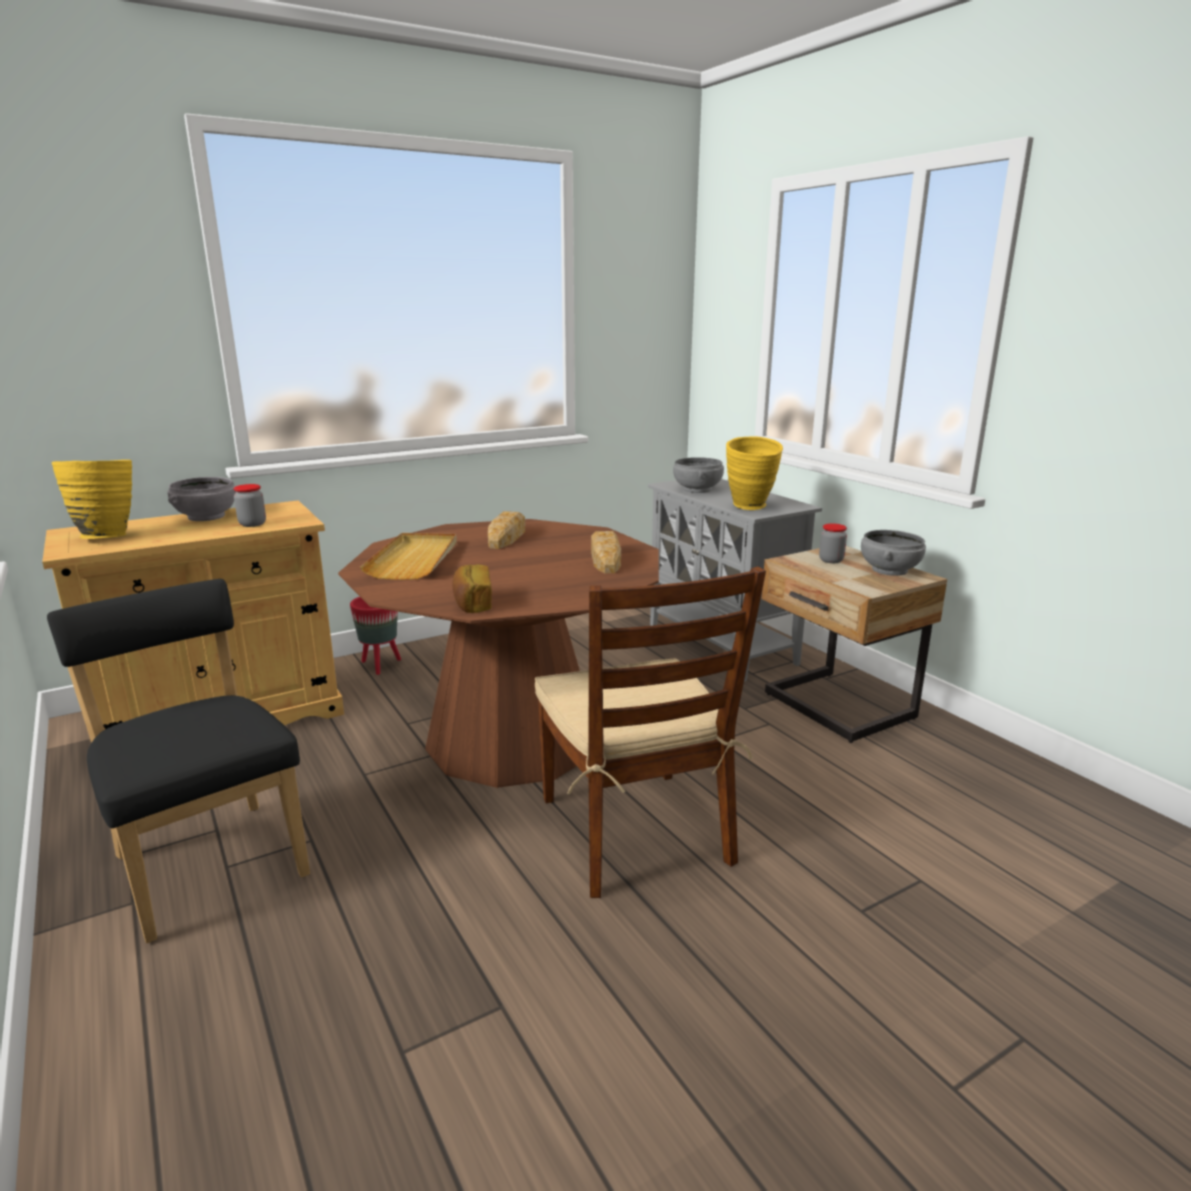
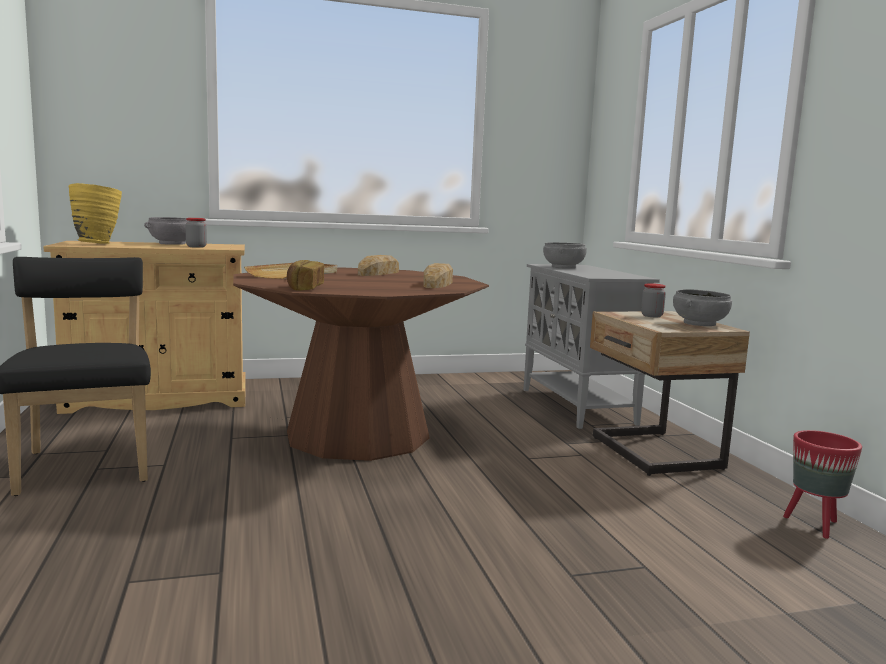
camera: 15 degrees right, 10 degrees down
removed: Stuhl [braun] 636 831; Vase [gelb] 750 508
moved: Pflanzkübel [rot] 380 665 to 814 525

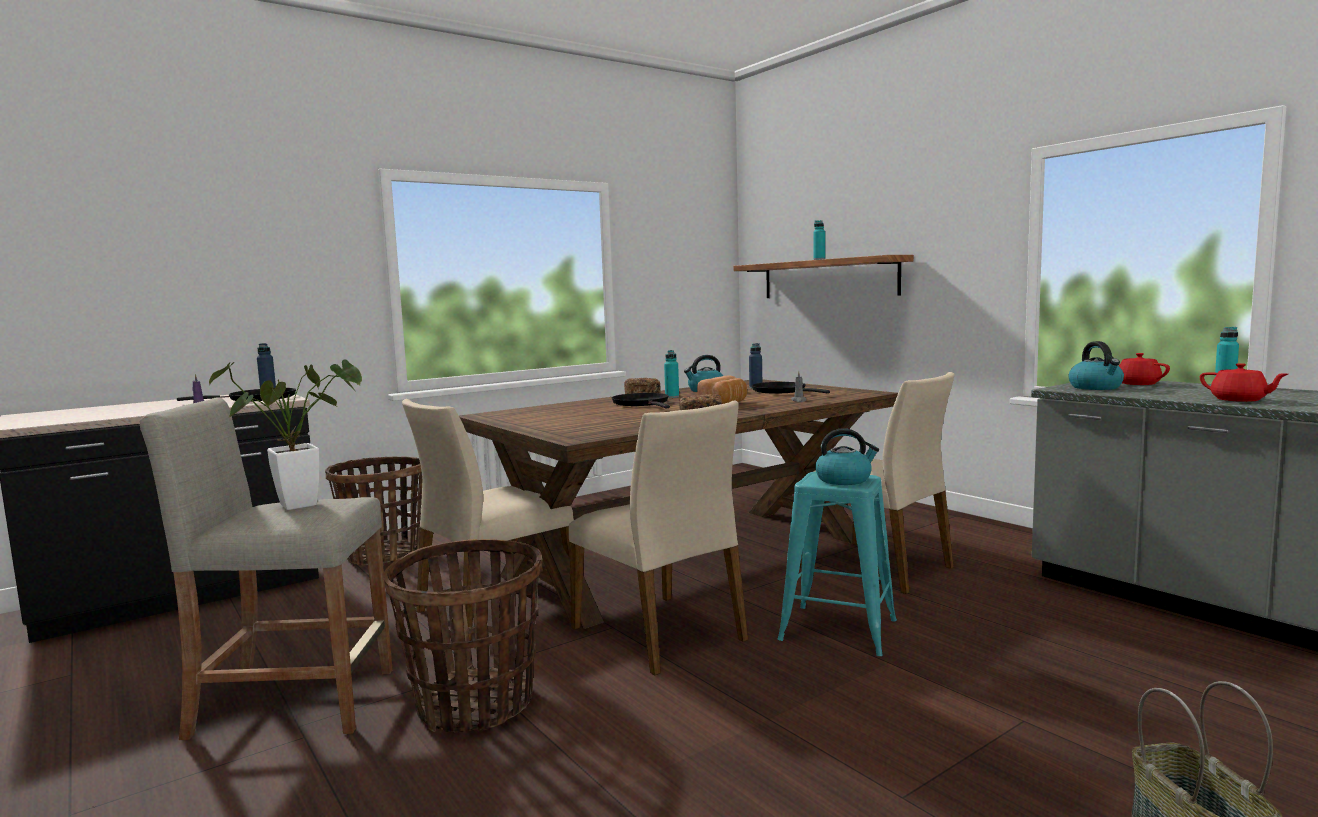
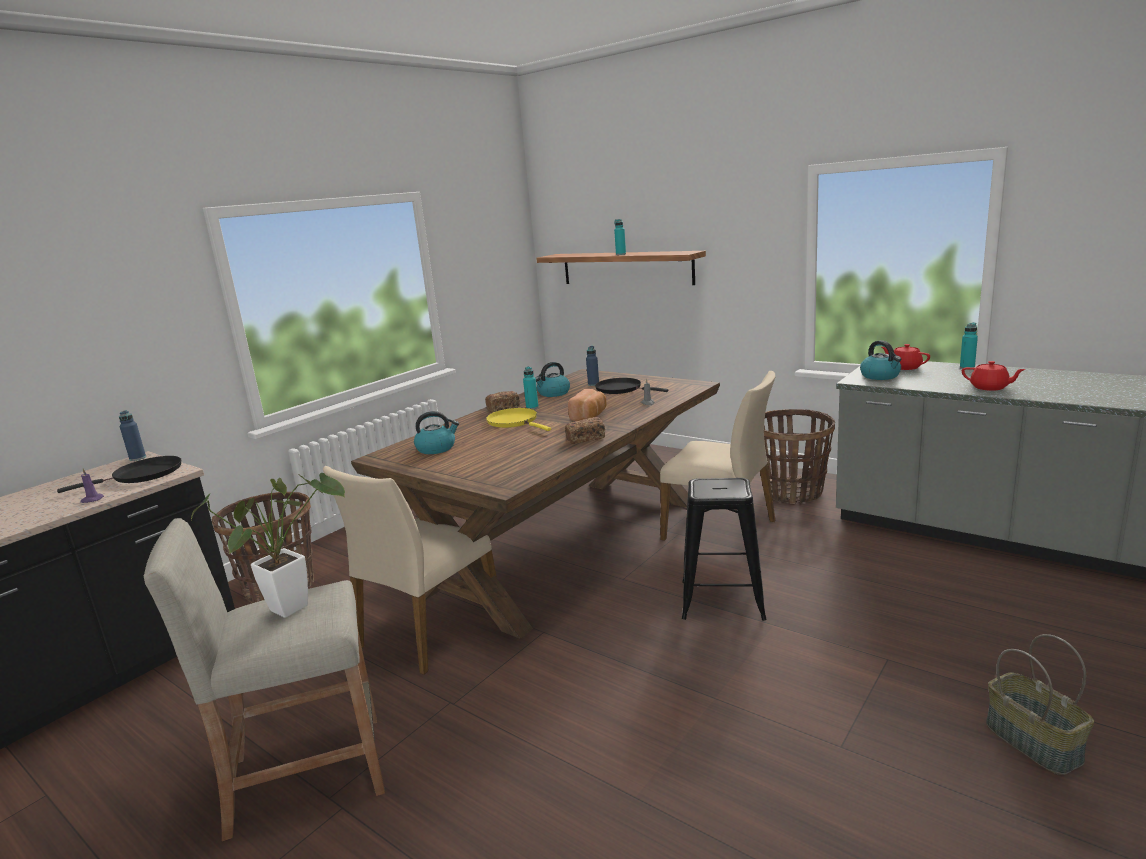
camera: 15 degrees left, 10 degrees up
removed: Stuhl [beige] 661 633
moved: Wasserkessel 844 480 to 436 448; Korb 475 704 to 793 492
recoloured: Pfanne [schwarz] 642 404 to Pfanne [gelb] 515 422; Hocker [türkis] 838 630 to Hocker [schwarz] 722 600

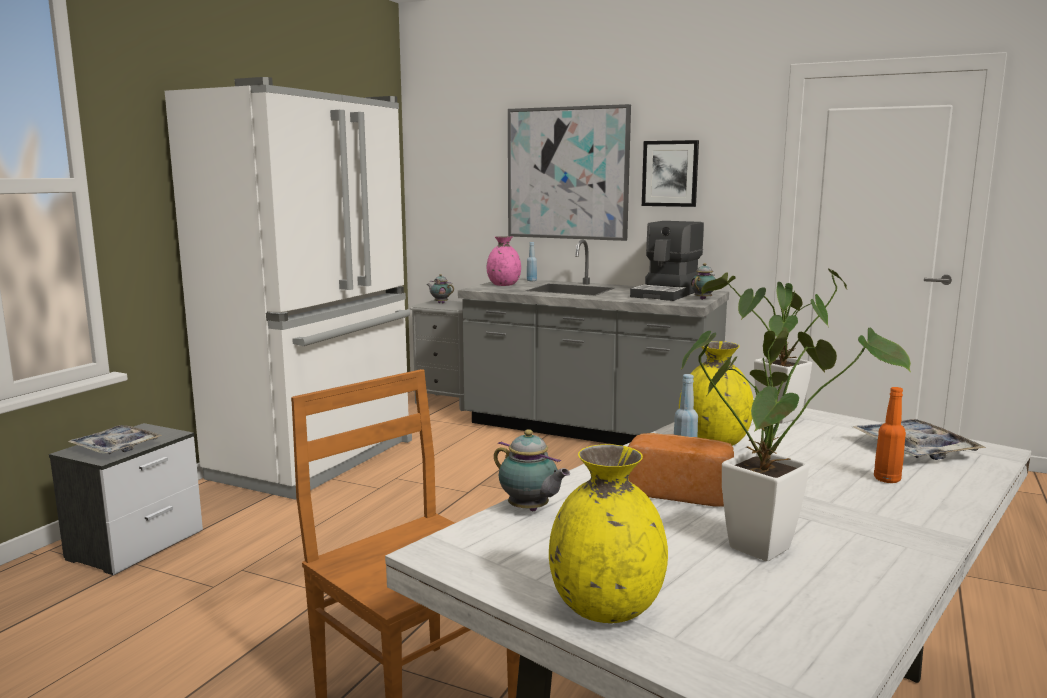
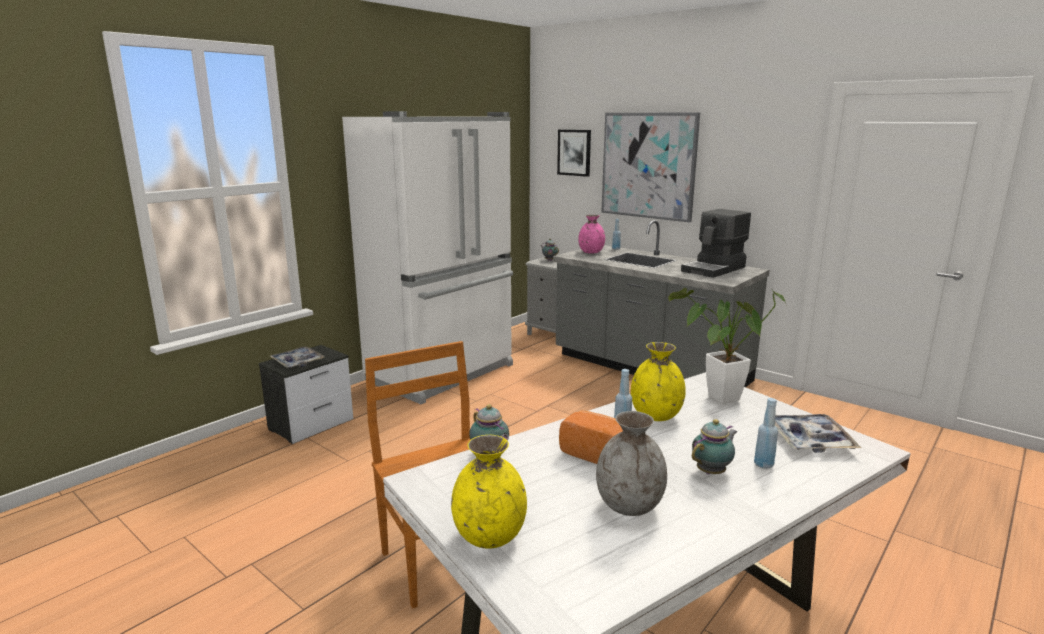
camera: 15 degrees right, 5 degrees up
moved: Bild 670 173 to 574 152; Teekanne 703 299 to 712 472
replaced: Topfpflanze 768 544 to Vase [grau] 630 506
recoloured: Flasche [orange] 887 479 to Flasche [blau] 763 464

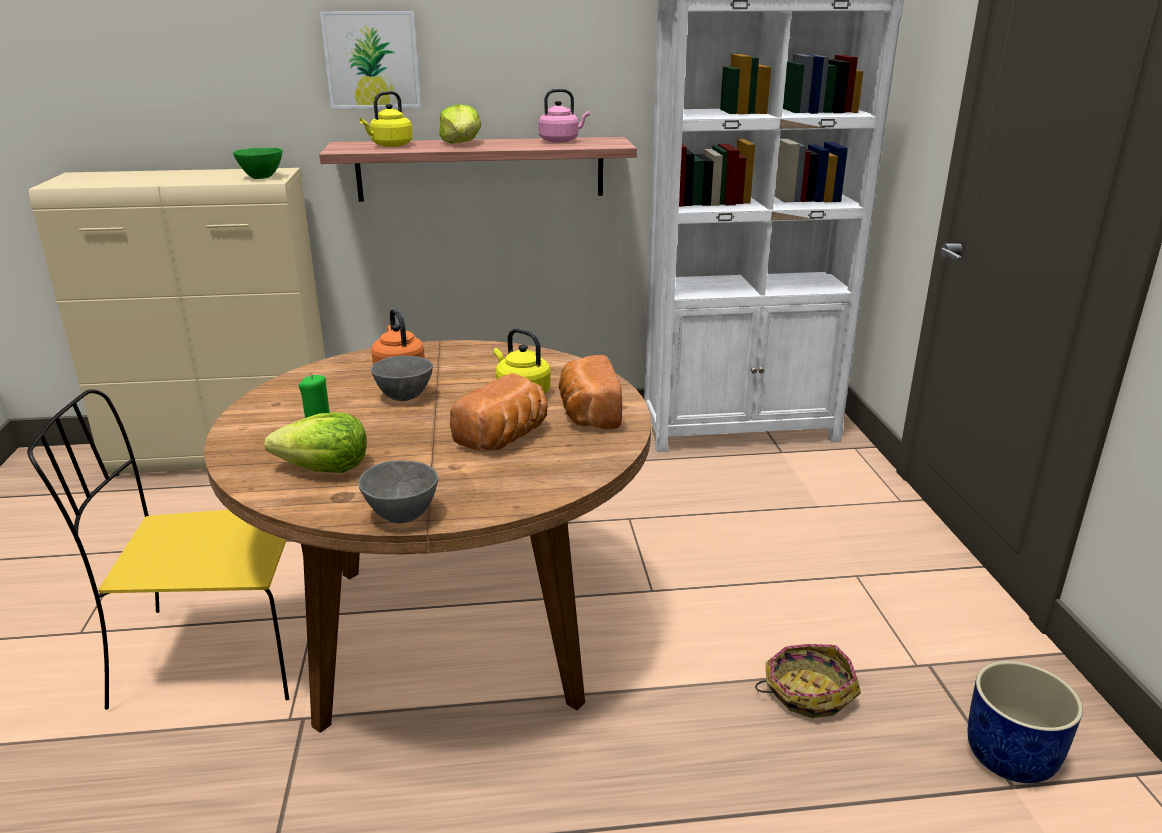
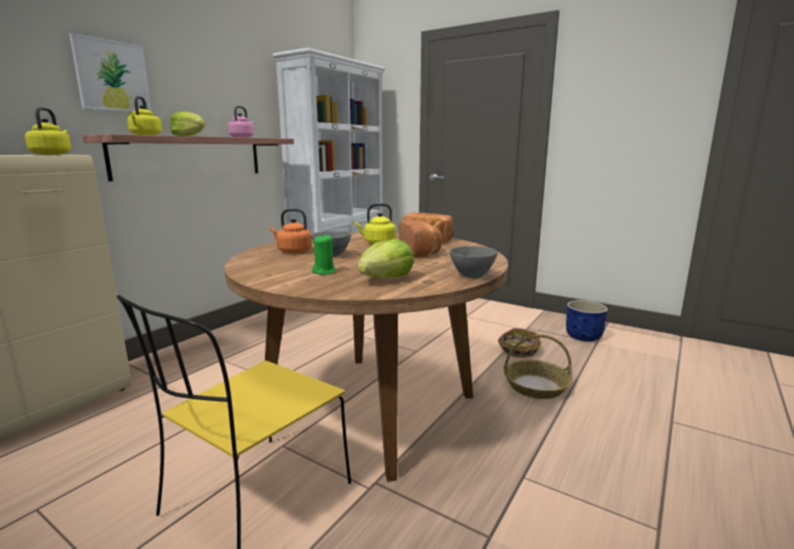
camera: 50 degrees left, 10 degrees down
added: Korb 535 386
replaced: Schüssel [grün] 261 177 to Wasserkessel [gelb] 52 154

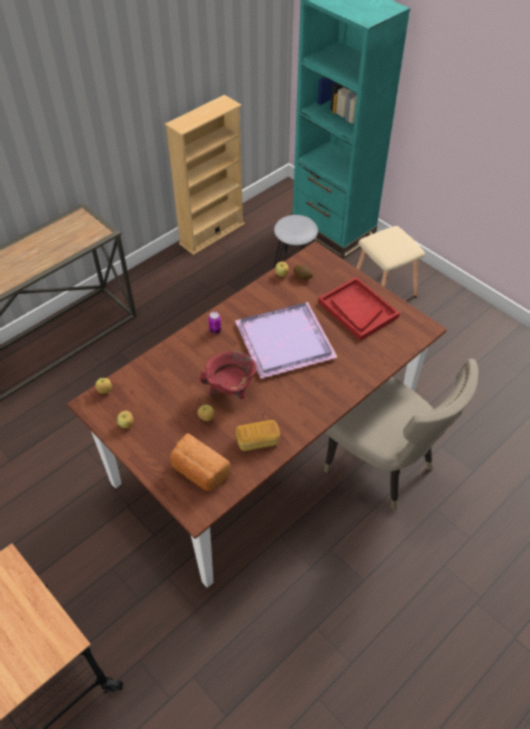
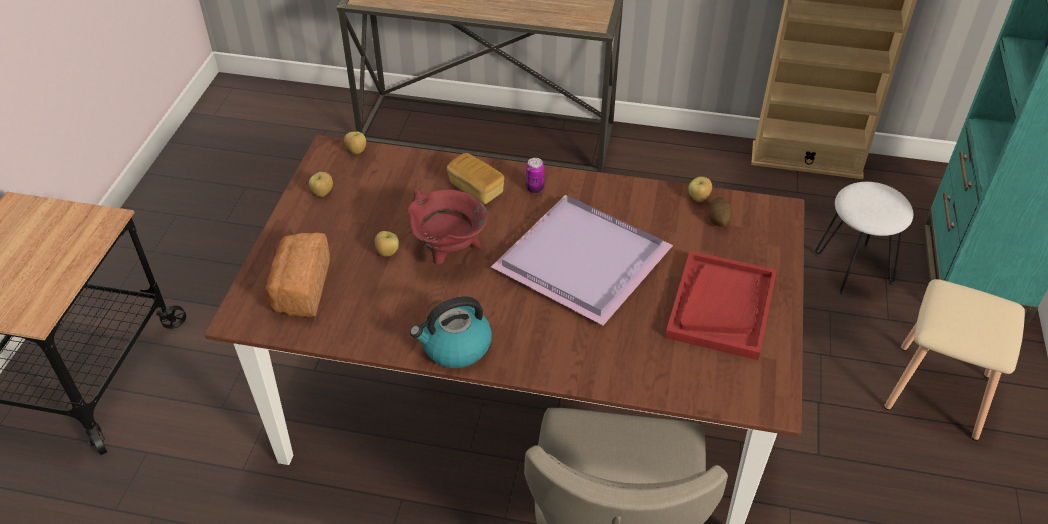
camera: 55 degrees right, 5 degrees down
added: Wasserkessel 455 347
moved: Brot 257 441 to 476 188

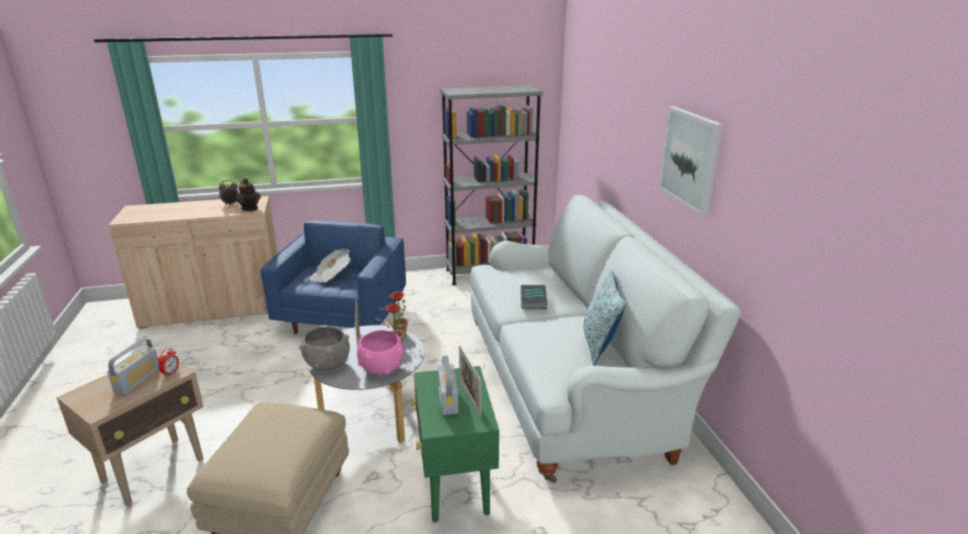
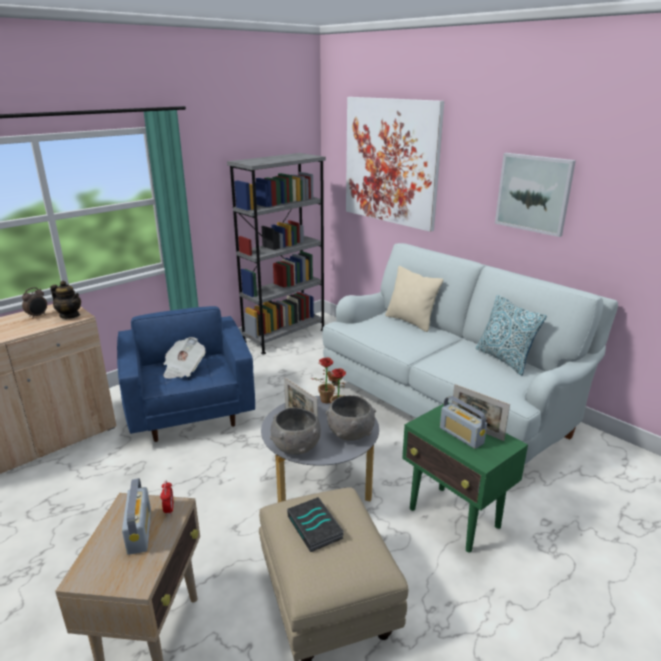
camera: 30 degrees left, 0 degrees up
added: Bild 391 162; Kissen [beige] 411 321
moved: Buch 534 300 to 316 527
recoloured: Schüssel [rosa] 381 368 to Schüssel [grau] 350 434

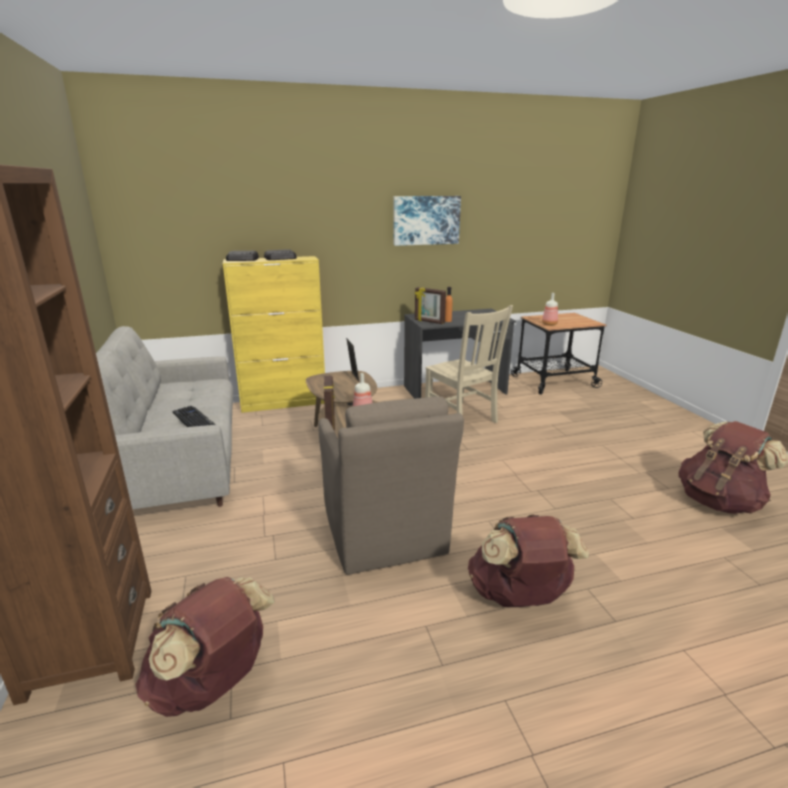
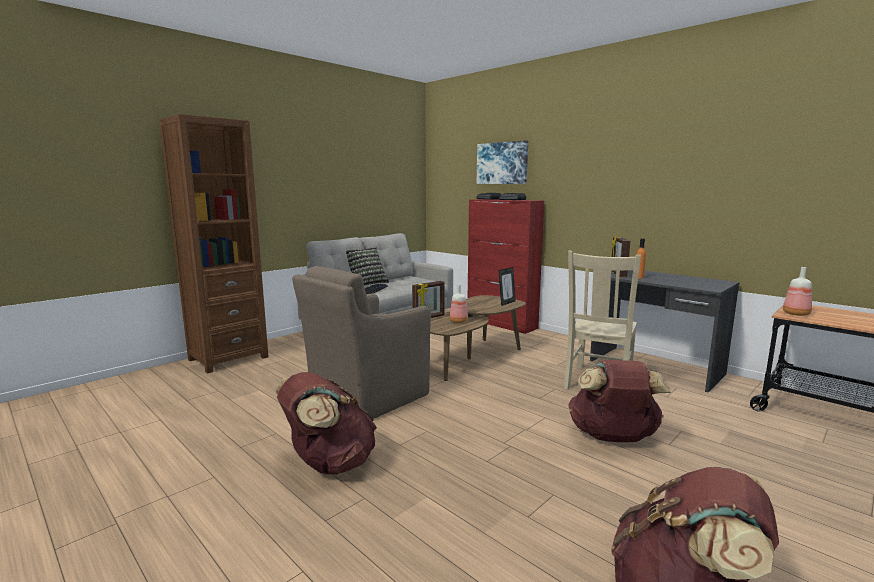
camera: 60 degrees right, 10 degrees down
added: Kissen 366 284
moved: Bild 426 220 to 502 163; Rucksack [braun] 212 683 to 613 438
recoloured: Schrank [gelb] 284 403 to Schrank [rot] 501 323

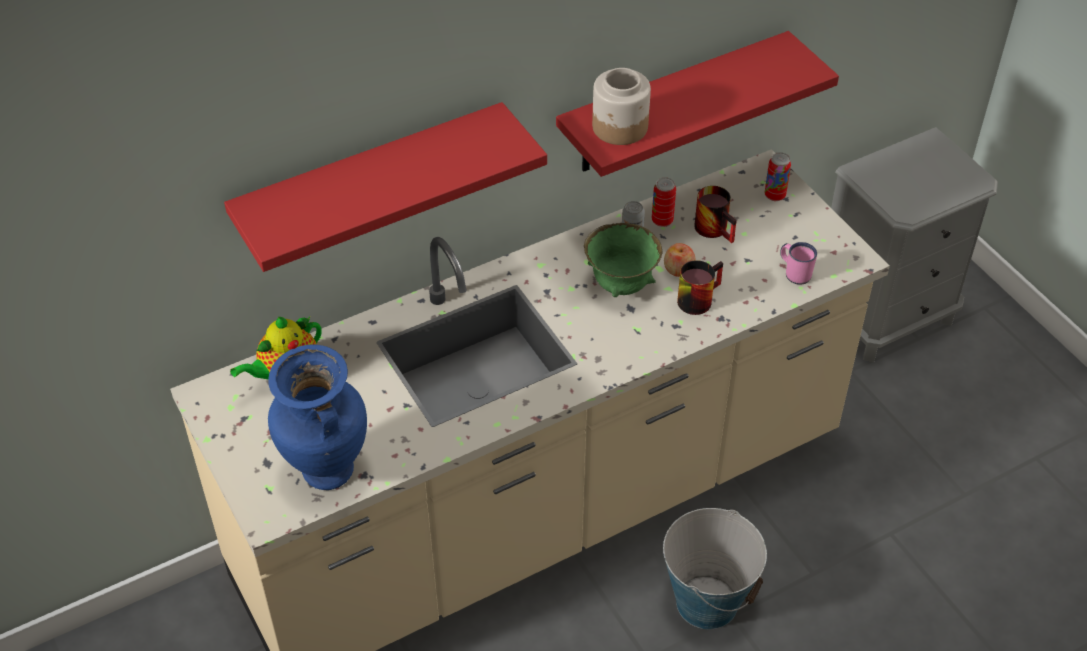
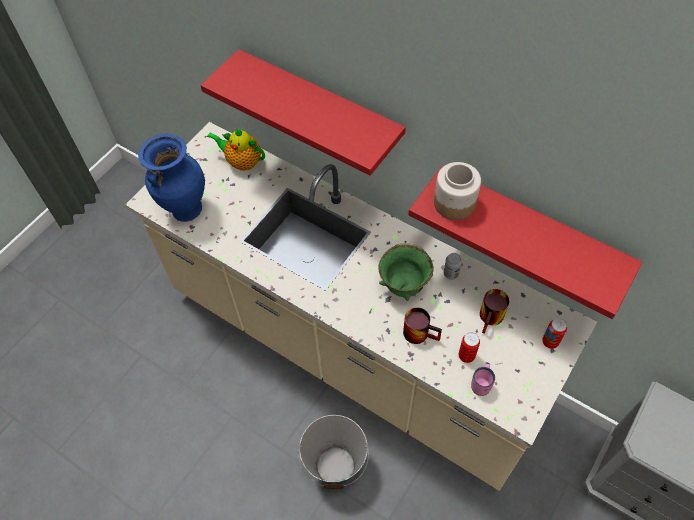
camera: 65 degrees right, 10 degrees up
removed: Apfel 678 269
moved: Dose 662 221 to 466 356

